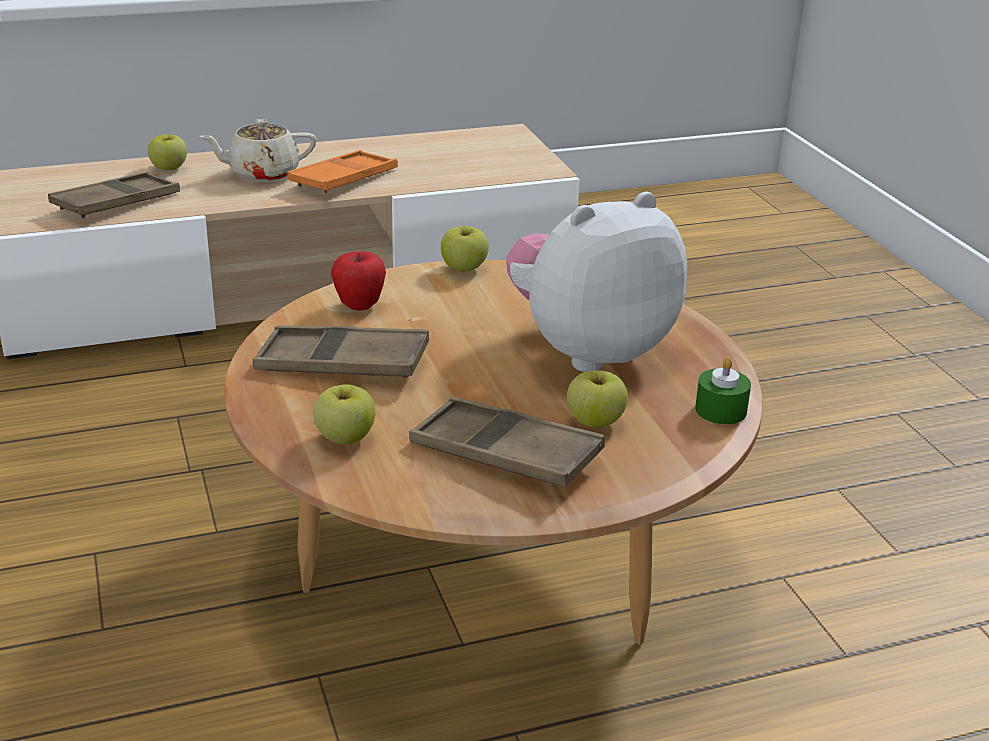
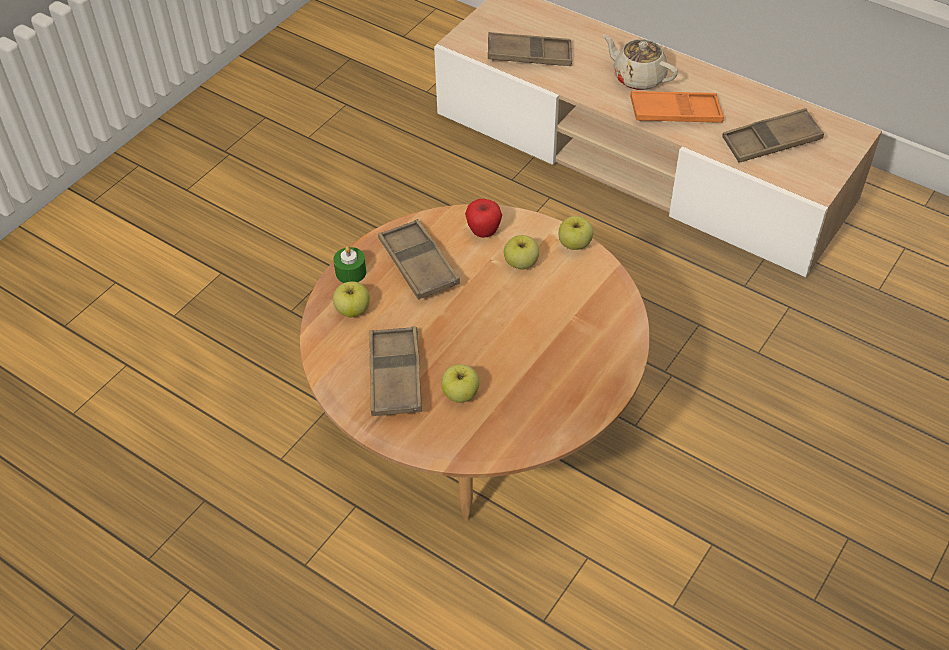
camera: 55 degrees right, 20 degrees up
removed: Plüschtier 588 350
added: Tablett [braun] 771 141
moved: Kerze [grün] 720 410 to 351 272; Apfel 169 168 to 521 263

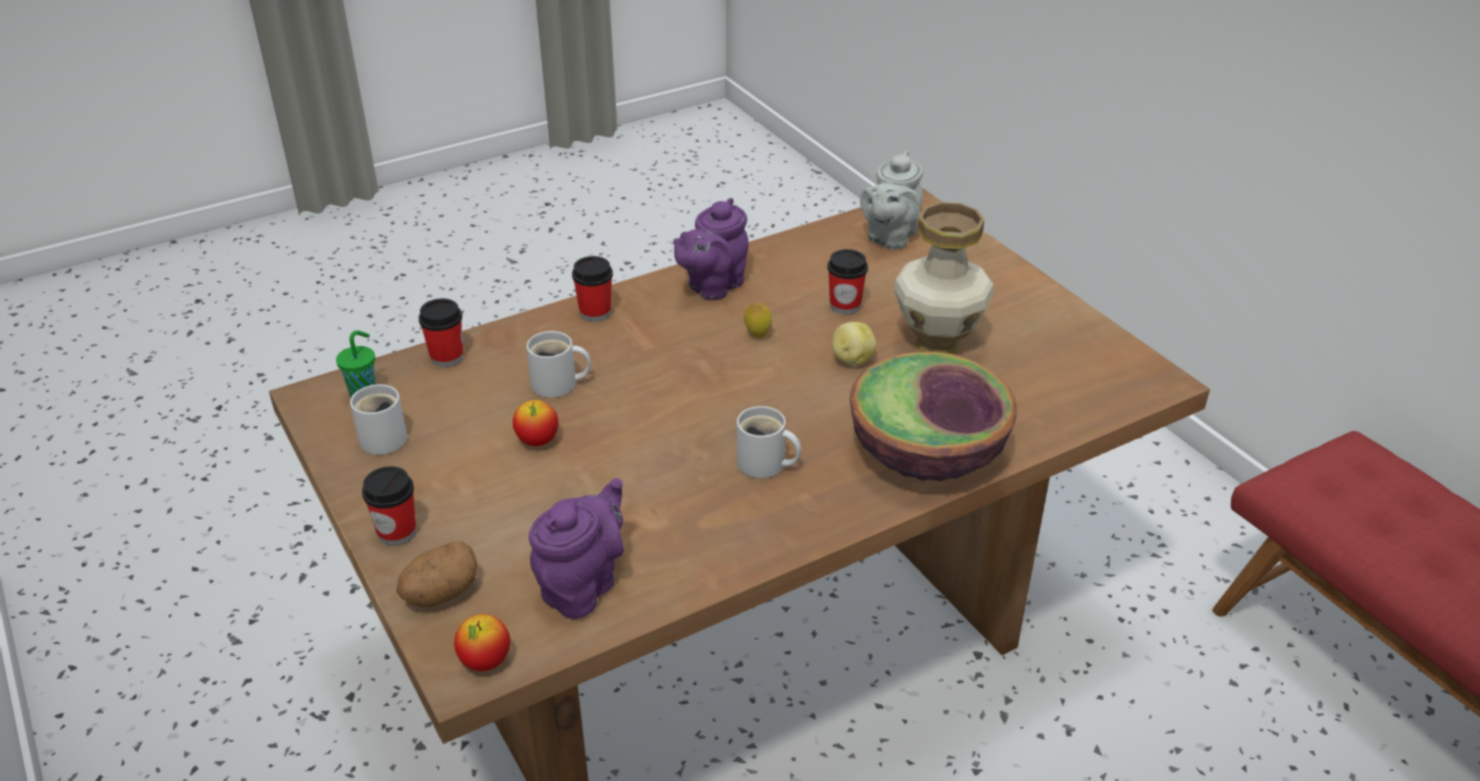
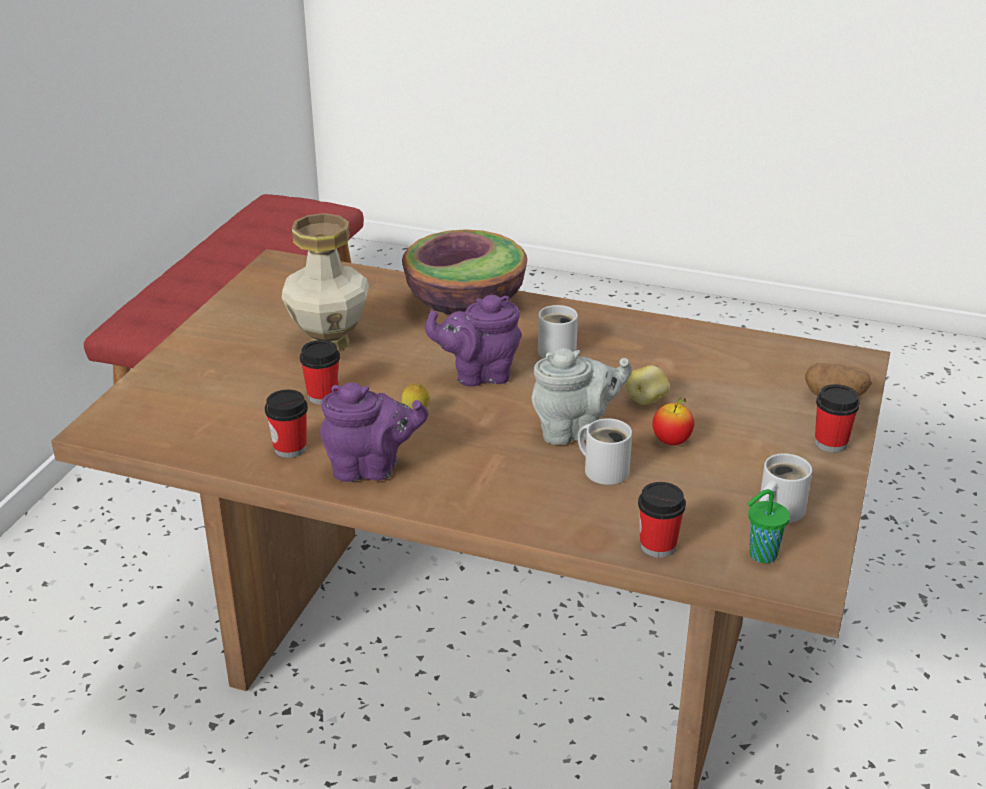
camera: 130 degrees left, 5 degrees down
removed: Apfel 485 662
moved: Tasse 595 313 to 290 448; Teekanne [lila] 583 586 to 478 374; Teekanne [grau] 889 237 to 574 430; Kartoffel 852 359 to 646 400

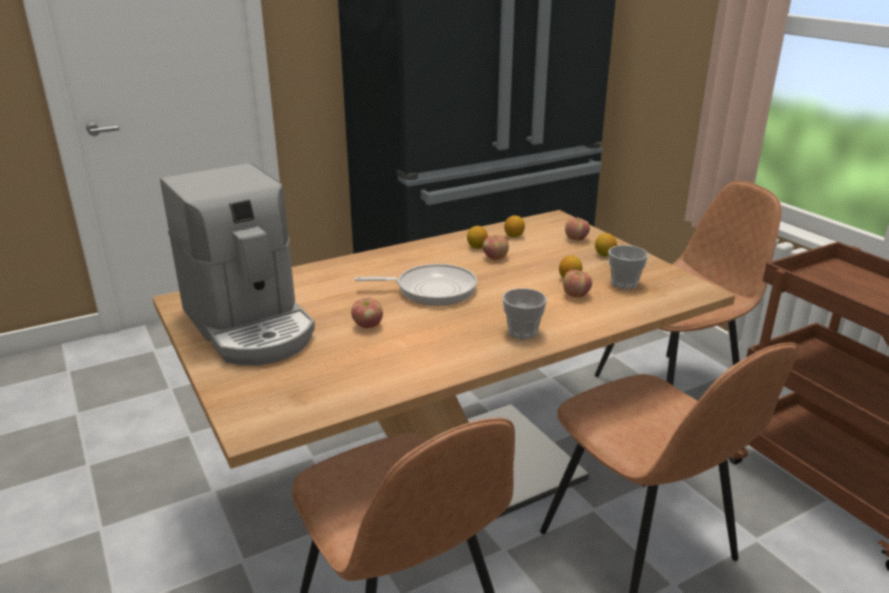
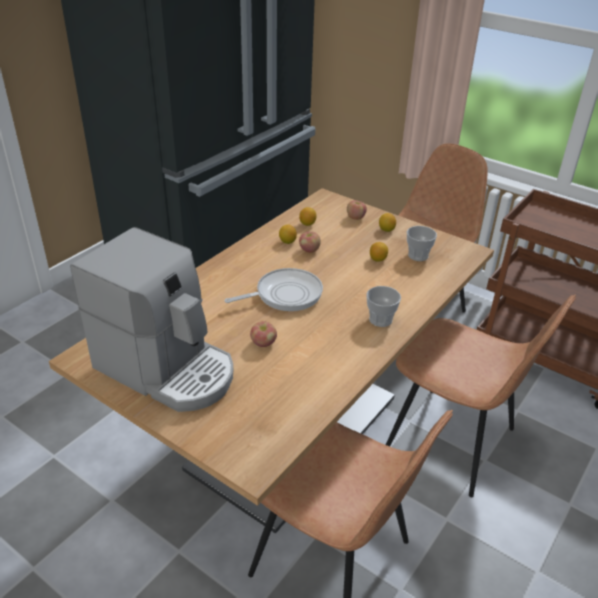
camera: 25 degrees left, 10 degrees up
removed: Apfel 575 295

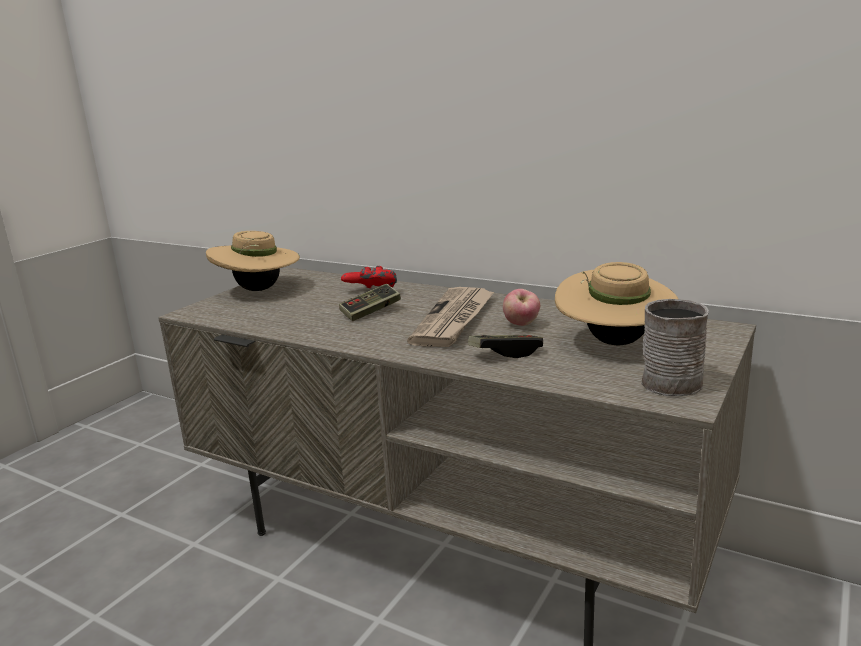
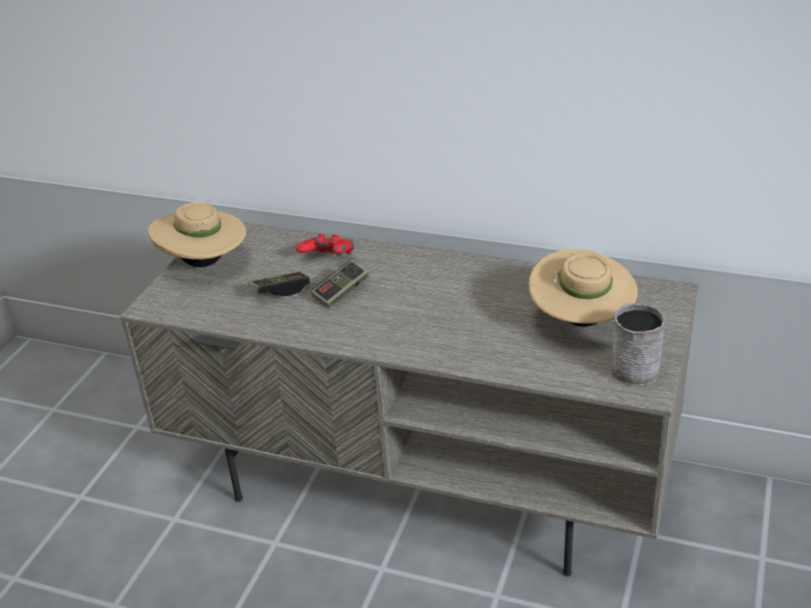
camera: 10 degrees left, 15 degrees up
removed: Zeitung 454 320; Apfel 521 325
moved: Gamepad 505 353 to 280 291

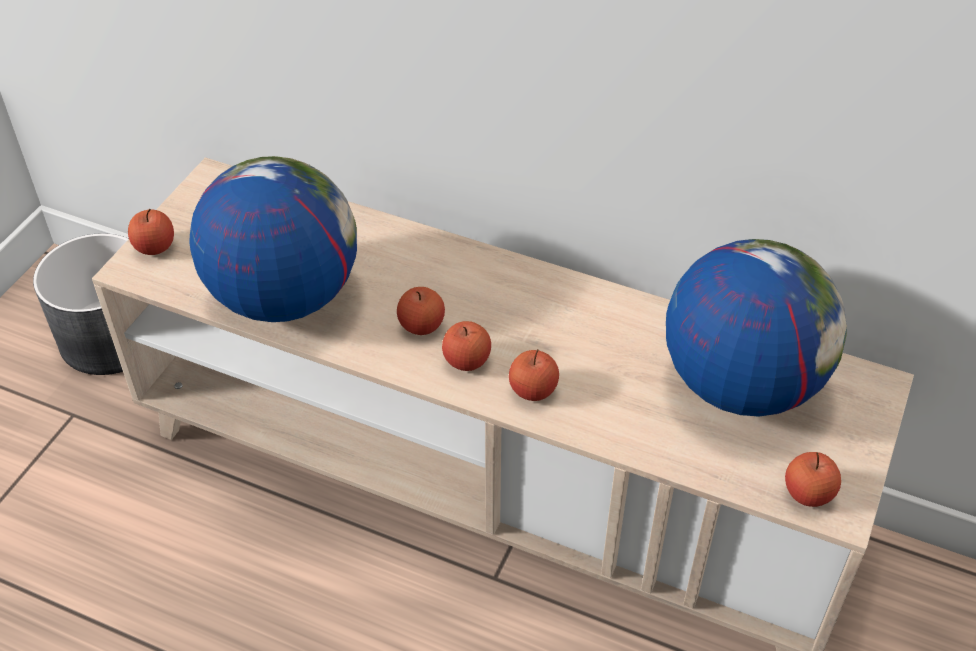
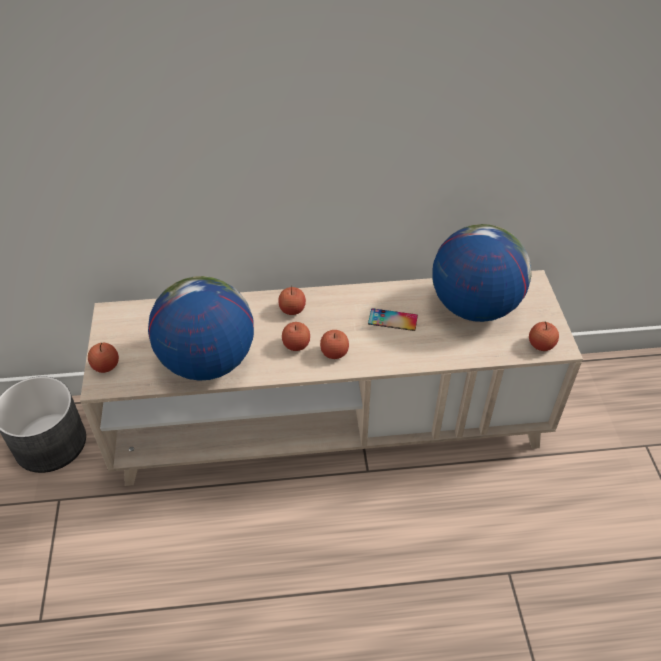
camera: 30 degrees left, 0 degrees up
added: Handy 392 320
moved: Apfel 533 390 to 292 309

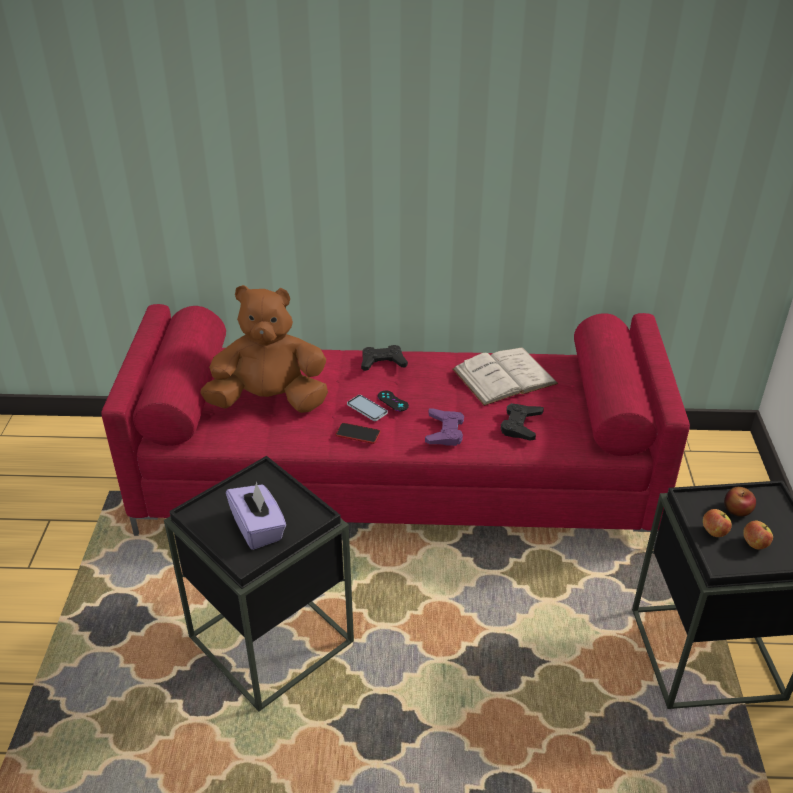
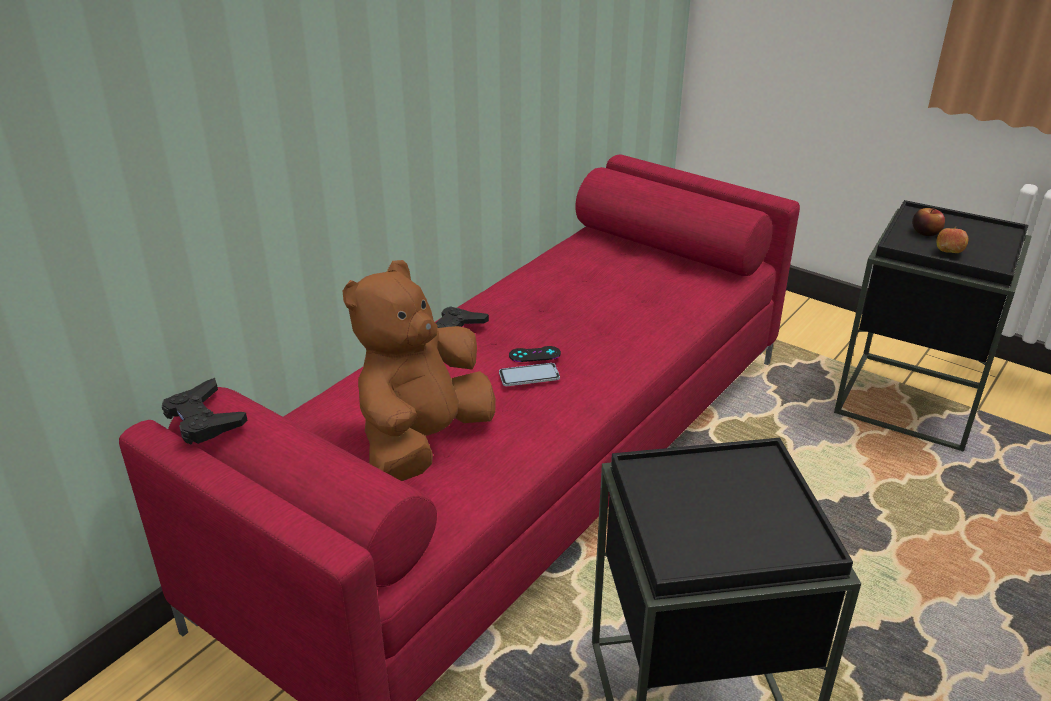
camera: 55 degrees left, 5 degrees down
removed: Taschentuchbox [lila] 258 528; Handy 358 434; Gamepad [lila] 444 431; Buch [weiß] 504 376; Apfel 754 544
moved: Gamepad [schwarz] 521 425 to 203 419

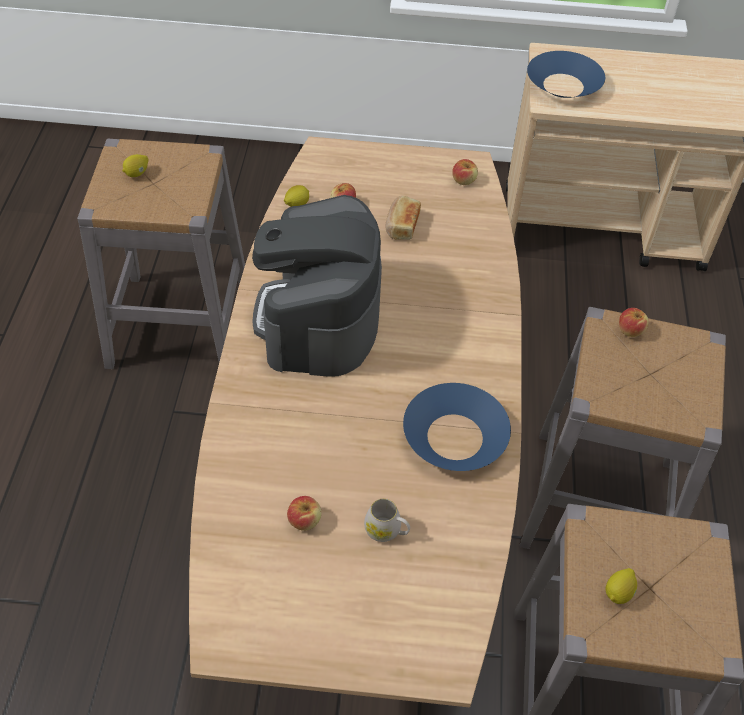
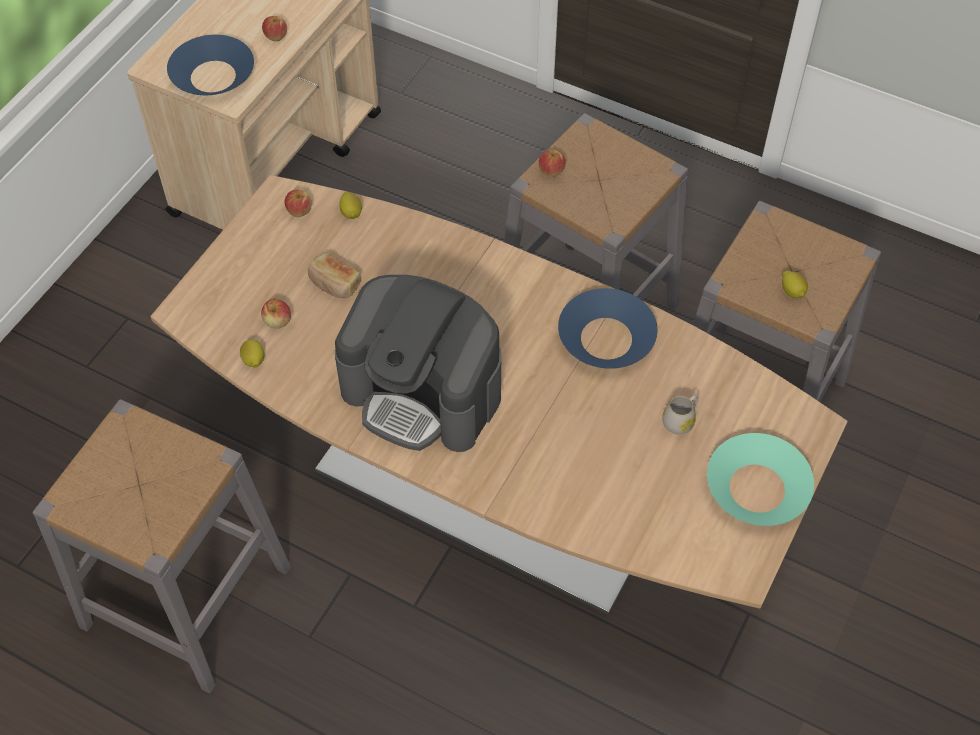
camera: 65 degrees left, 5 degrees up
added: Schüssel [türkis] 757 488
moved: Apfel 304 520 to 276 36; Zitrone 137 173 to 351 213

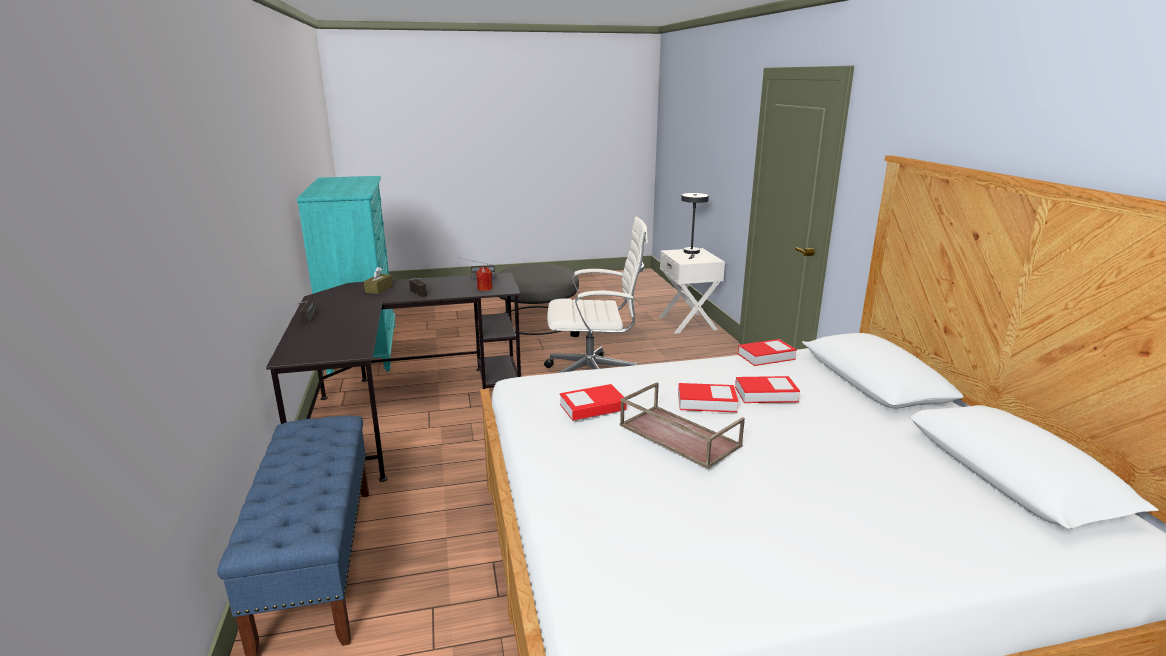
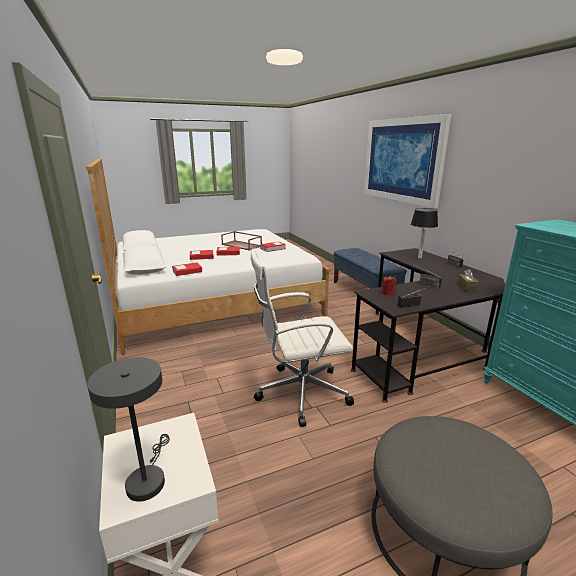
camera: 170 degrees right, 0 degrees up
added: Bild 402 160; Tischlampe 420 258

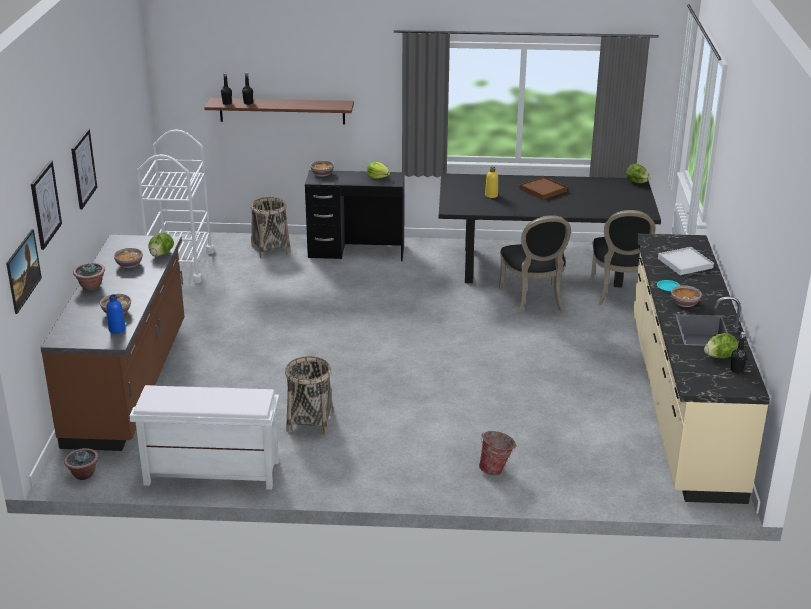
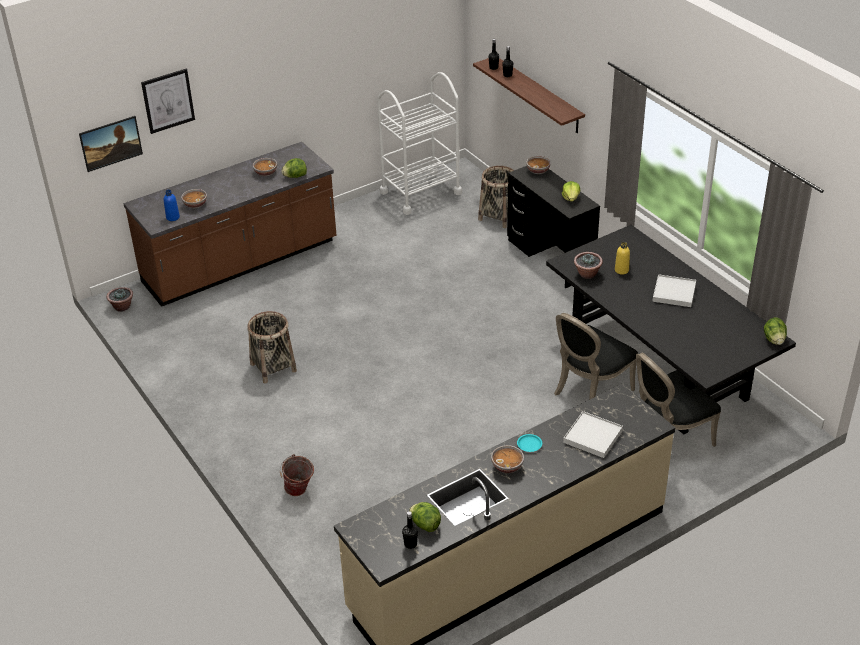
camera: 55 degrees right, 10 degrees up
removed: Bild 83 168; Bank [weiß] 210 473
moved: Topfpflanze 91 287 to 587 274
recoloured: Tablett [braun] 543 190 to Tablett [weiß] 674 293

